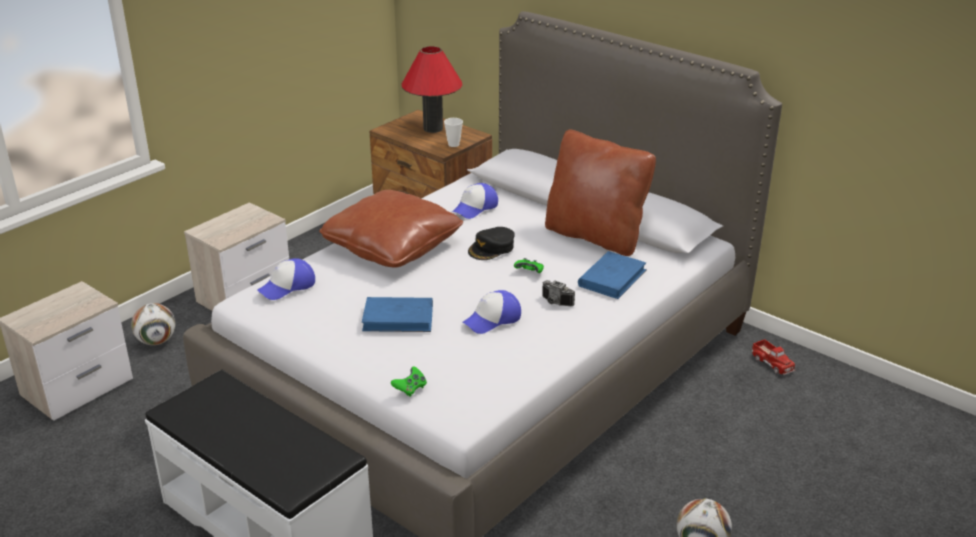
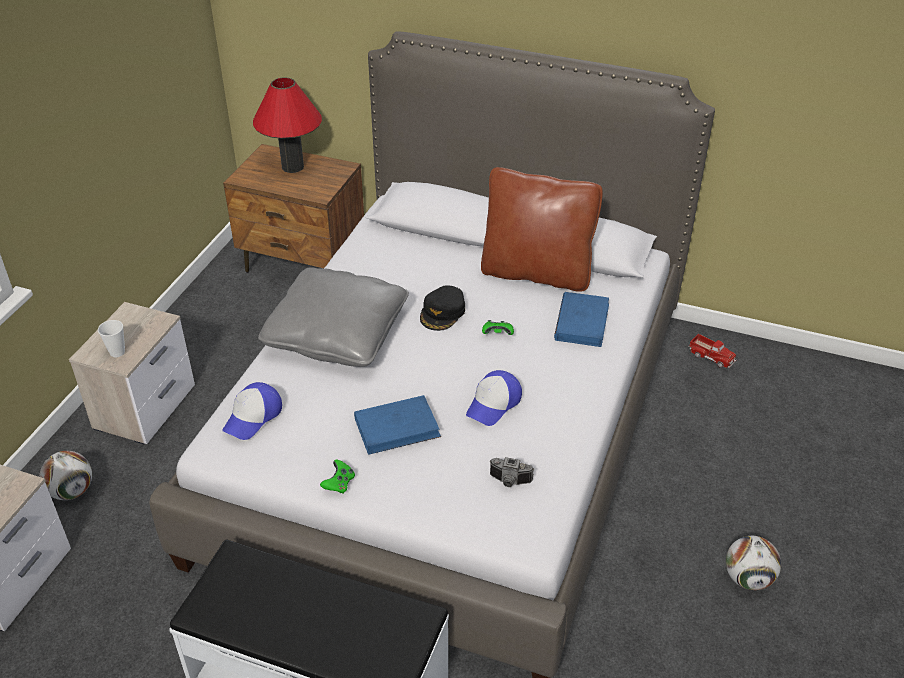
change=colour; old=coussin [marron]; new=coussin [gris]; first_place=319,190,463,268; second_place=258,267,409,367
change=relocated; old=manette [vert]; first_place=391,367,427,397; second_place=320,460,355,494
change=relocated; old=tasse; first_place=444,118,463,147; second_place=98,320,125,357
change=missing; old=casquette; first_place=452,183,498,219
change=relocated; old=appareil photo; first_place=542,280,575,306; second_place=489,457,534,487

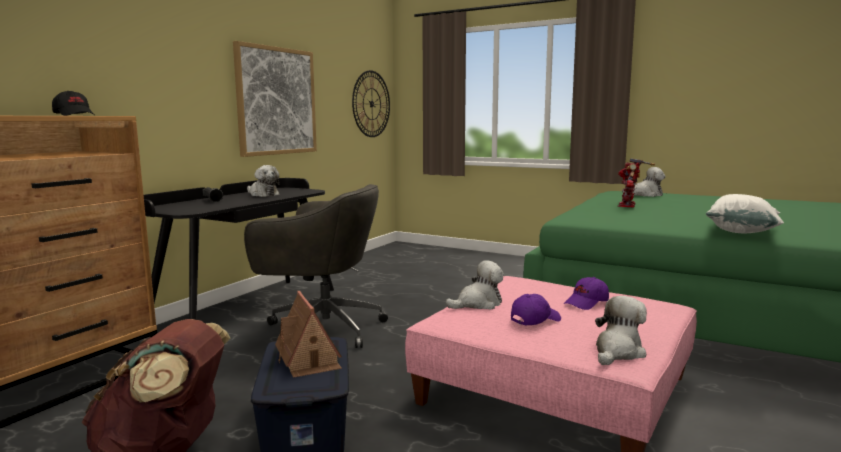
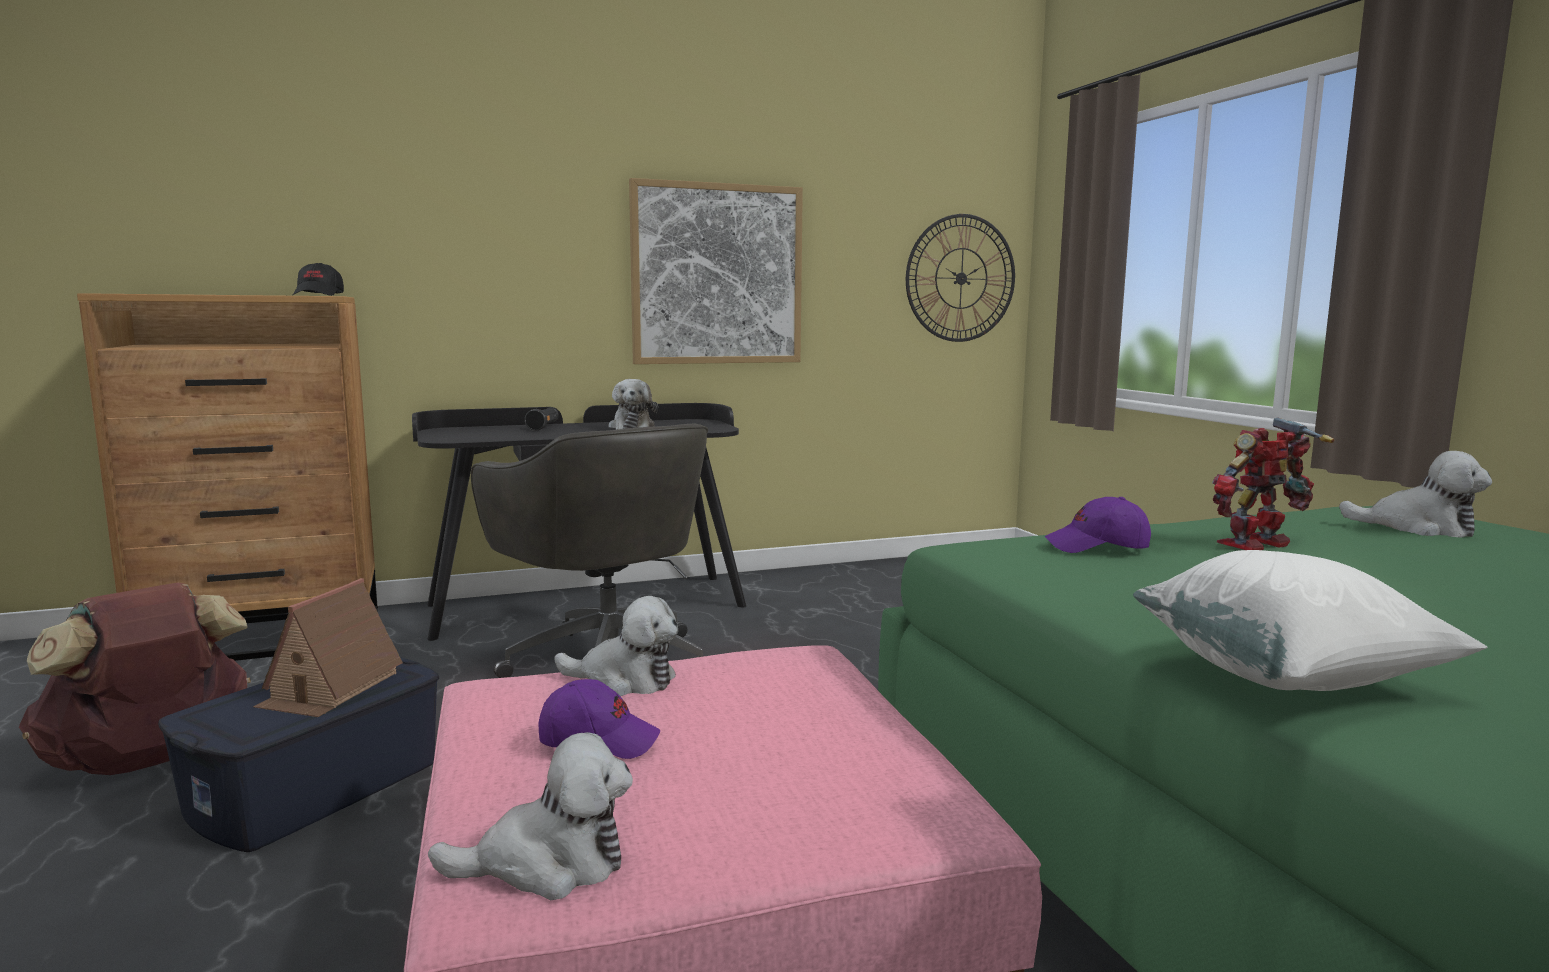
change=relocated; old=casquette [violet]; first_place=564,277,609,310; second_place=1045,497,1151,553

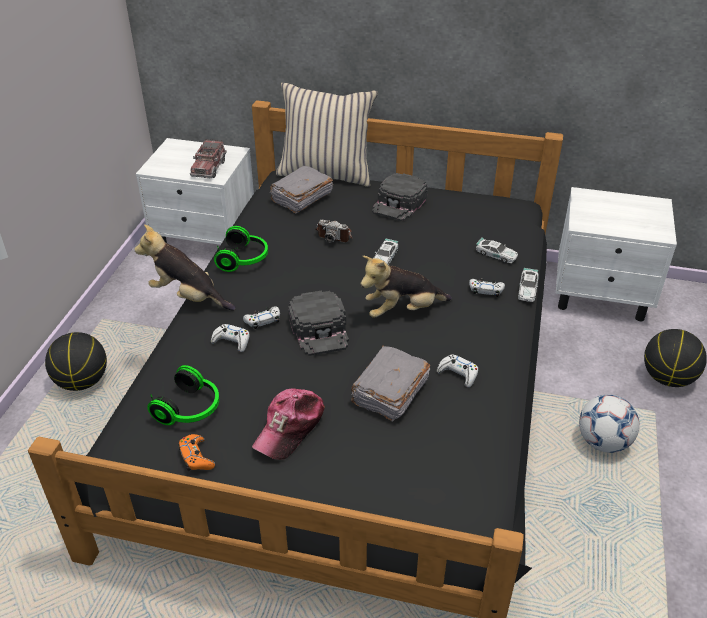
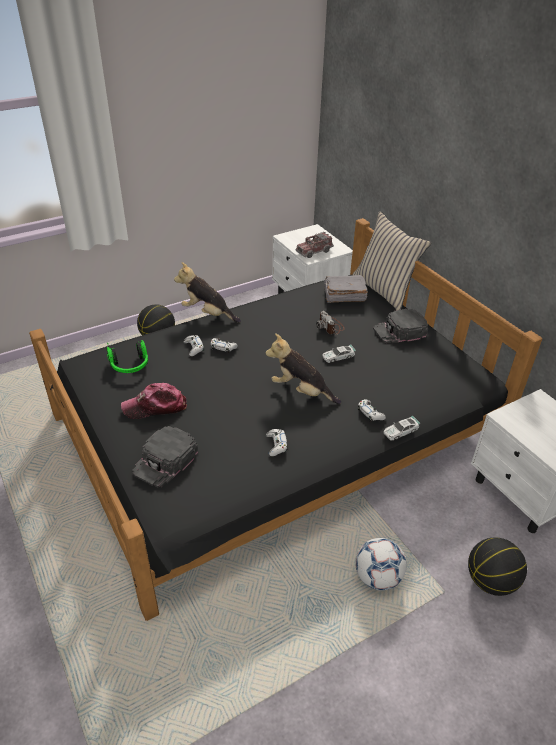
change=spun; old=peluche; first_place=134,224,236,311; second_place=174,262,241,323; degrees=-45
change=missing; old=manette [orange]; first_place=178,434,215,471
change=missing; old=casque audio; first_place=214,226,268,272
change=relocated; old=casquette [noir]; first_place=288,290,349,356; second_place=132,426,198,488
change=missing; old=livre [gris]; first_place=351,346,430,421
change=missing; old=petite voiture; first_place=476,238,518,263

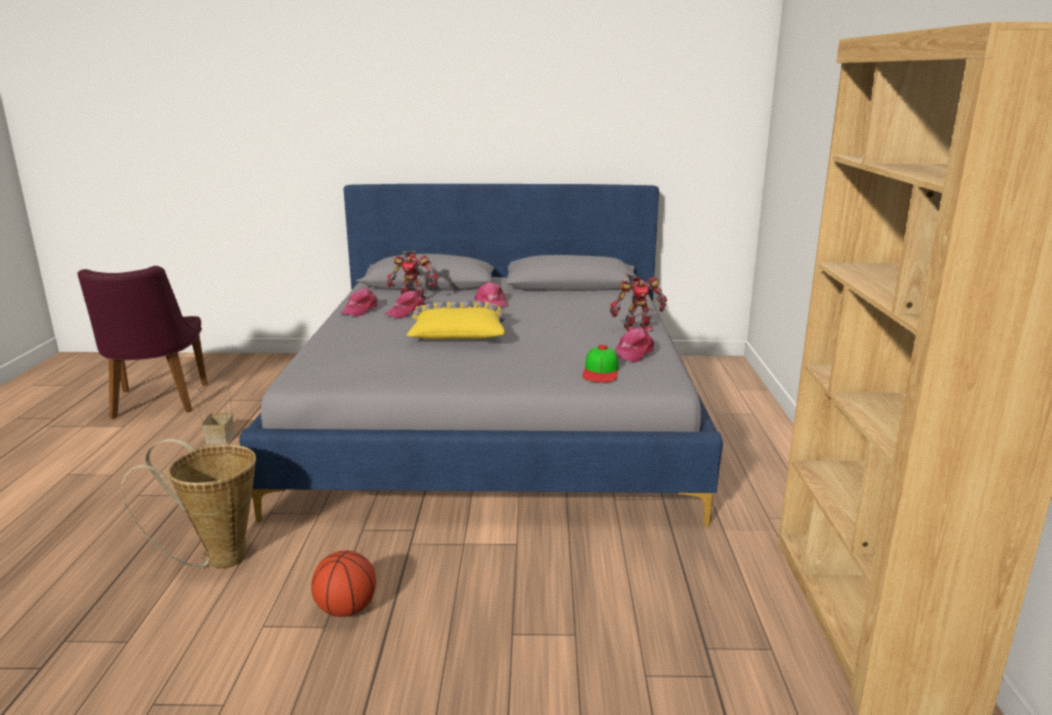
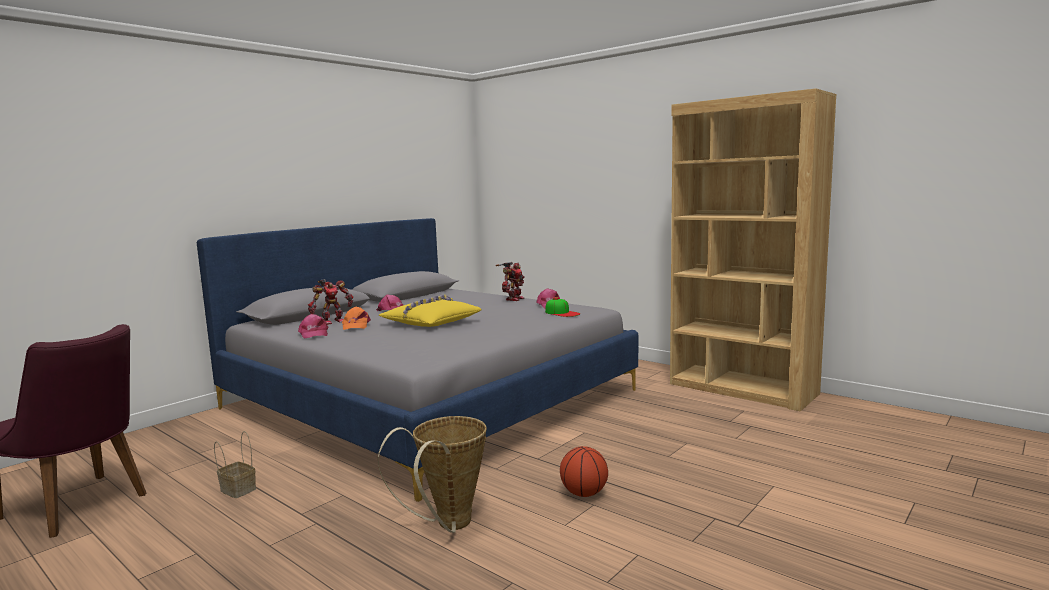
change=colour; old=casquette [rose]; new=casquette [orange]; first_place=385,290,425,319; second_place=342,307,371,330

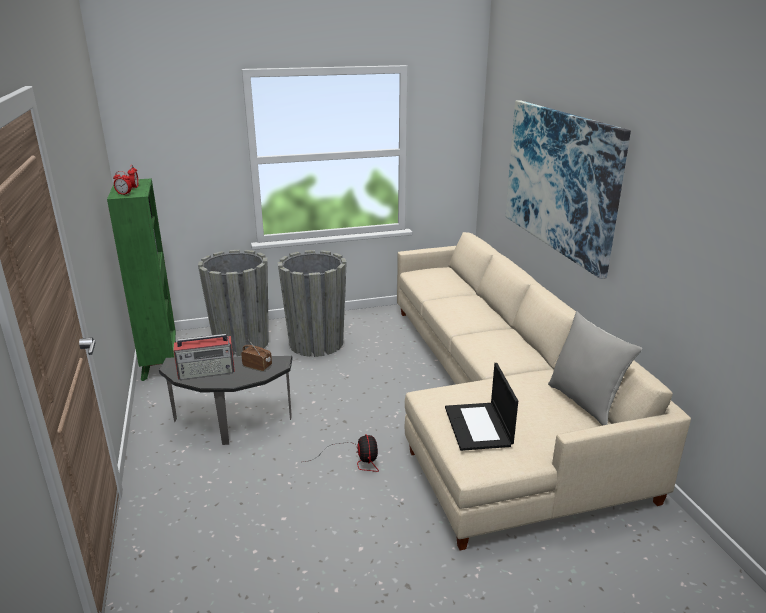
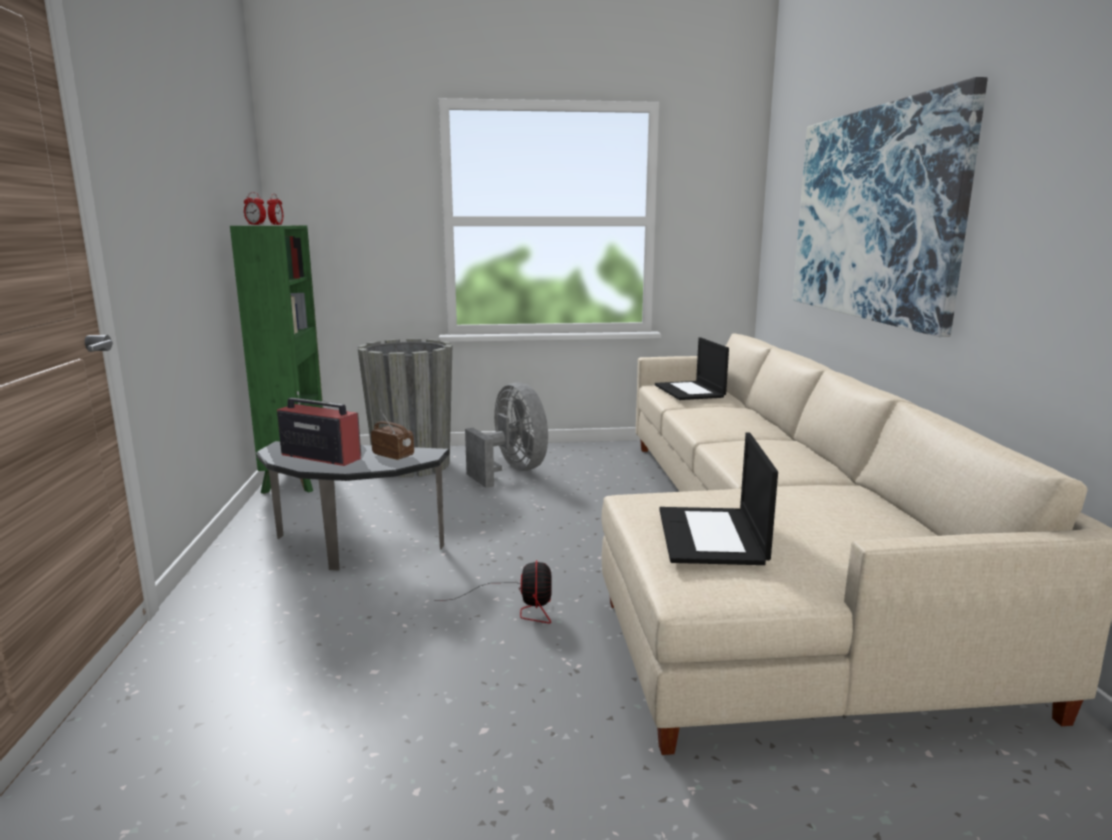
change=spun; old=radio; first_place=173,334,235,380; second_place=277,391,361,466; degrees=-150
change=exchanged; old=cache-pot [gris]; new=ventilateur [gris]; first_place=278,250,347,357; second_place=465,382,548,488
change=missing; old=coussin [gris]; first_place=548,311,642,426
change=appeared; new=ordinateur portable; second_place=655,337,729,400

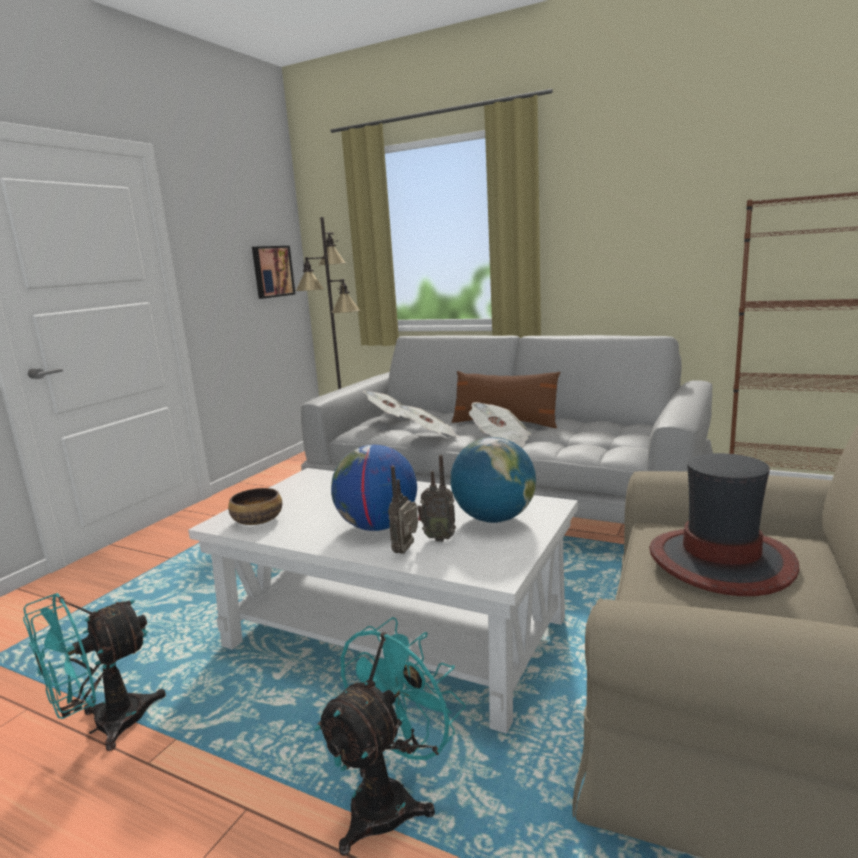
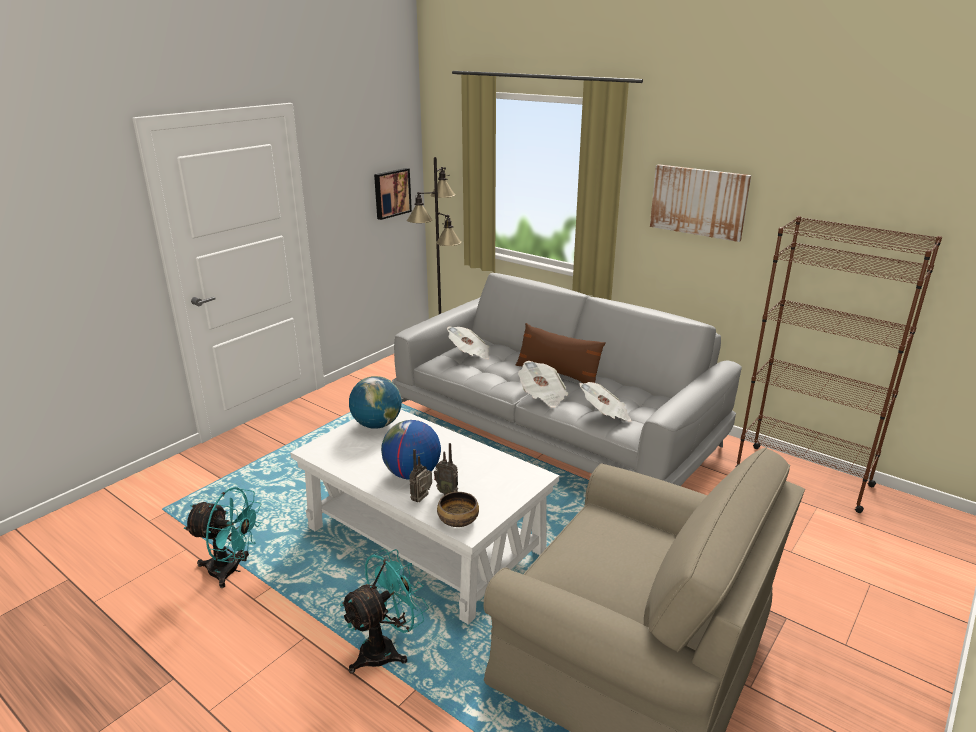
change=spun; old=ventilateur [turquoise]; first_place=23,593,166,751; second_place=184,487,262,588; degrees=-135
change=relocated; old=bol; first_place=228,488,282,525; second_place=437,492,479,527
change=relocated; old=journal; first_place=398,405,459,437; second_place=580,382,631,422
change=relocated; old=globe; first_place=450,437,536,523; second_place=349,376,402,429
change=missing; old=chapeau; first_place=649,453,800,596
change=appeared; new=tableau; second_place=650,164,751,242

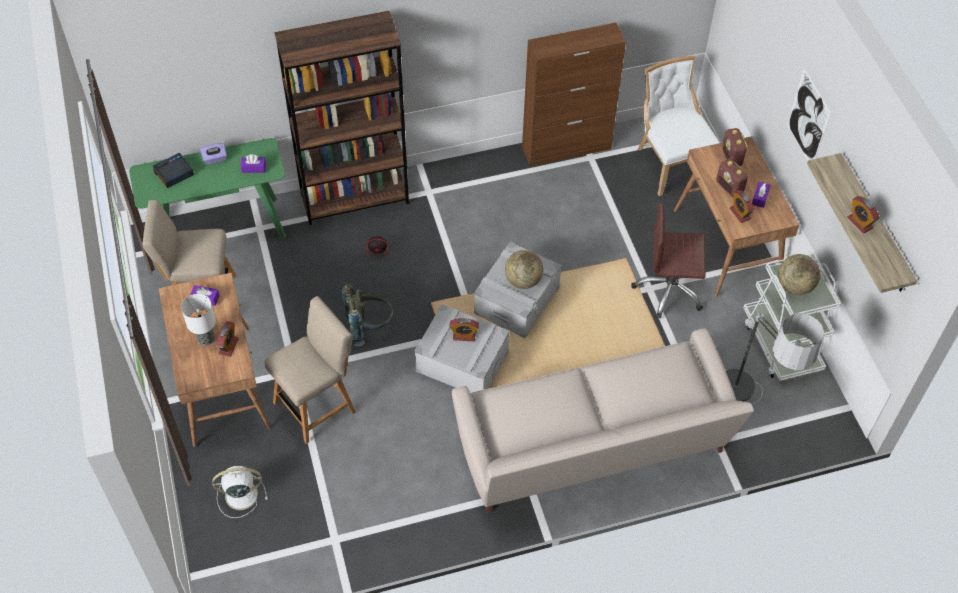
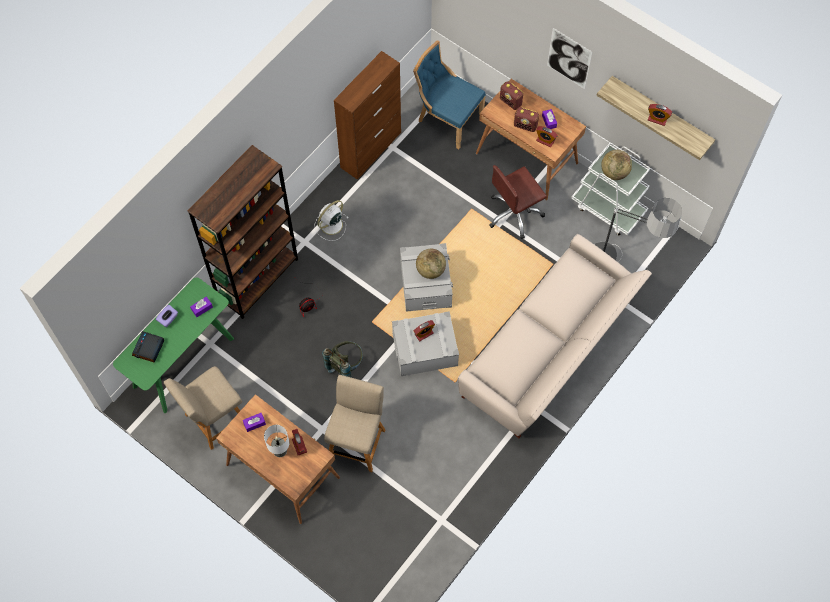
change=relocated; old=ventilateur [blanc]; first_place=212,466,267,518; second_place=314,200,348,241
change=colour; old=chaise [blanc]; new=chaise [bleu]; first_place=638,55,720,196; second_place=413,40,486,149

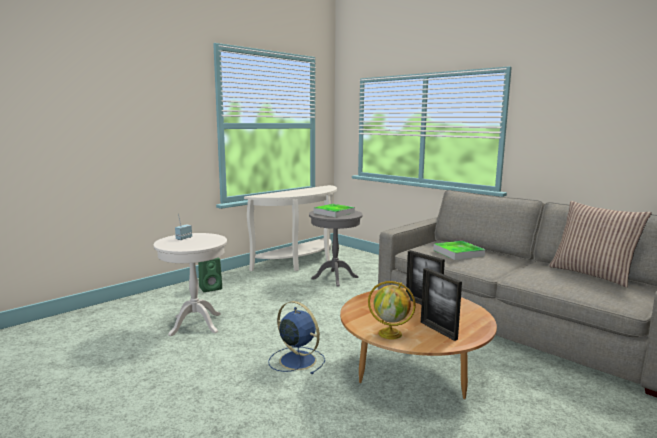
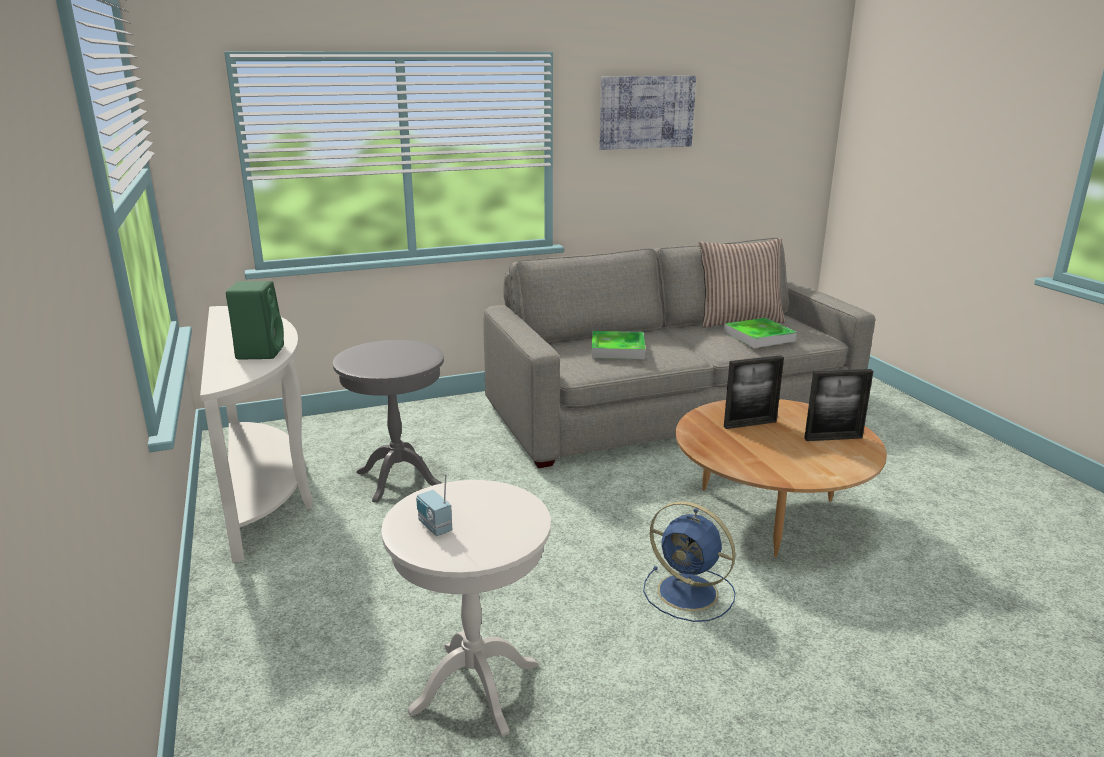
change=relocated; old=enceinte [vert]; first_place=198,257,222,292; second_place=226,281,284,360
change=spun; old=ventilateur [bleu]; first_place=268,301,325,374; second_place=643,501,736,622; degrees=-120
change=relocated; old=plateau; first_place=314,204,355,217; second_place=724,318,797,348
change=missing; old=globe; first_place=368,281,416,340
change=appeared; new=tableau; second_place=600,76,696,150

